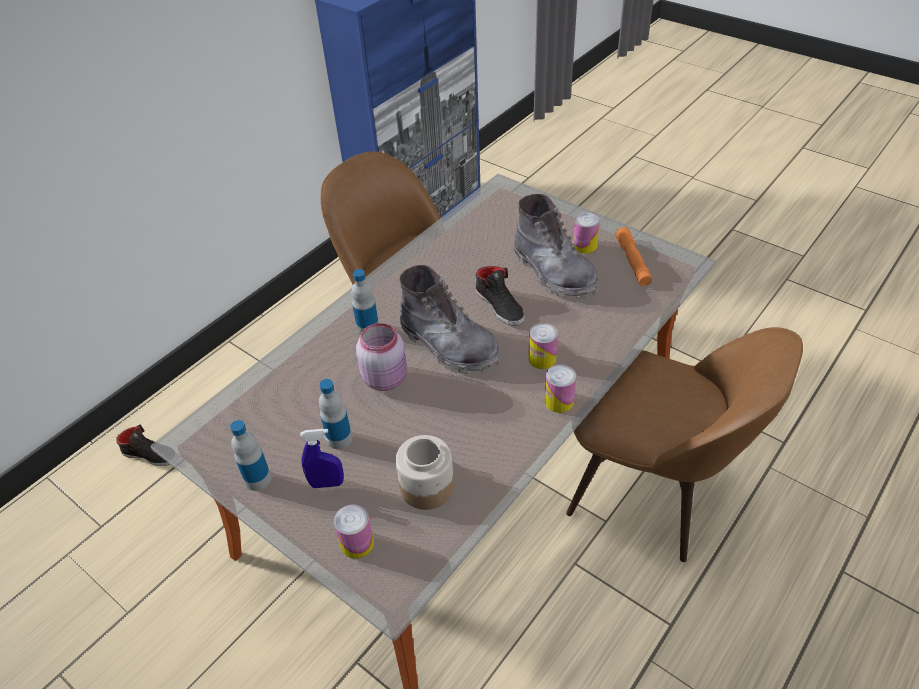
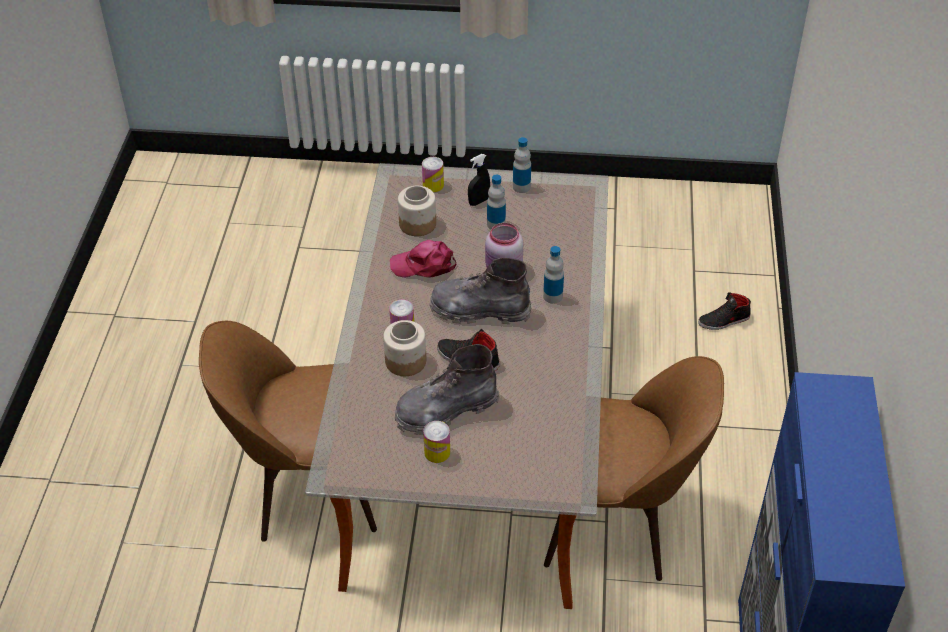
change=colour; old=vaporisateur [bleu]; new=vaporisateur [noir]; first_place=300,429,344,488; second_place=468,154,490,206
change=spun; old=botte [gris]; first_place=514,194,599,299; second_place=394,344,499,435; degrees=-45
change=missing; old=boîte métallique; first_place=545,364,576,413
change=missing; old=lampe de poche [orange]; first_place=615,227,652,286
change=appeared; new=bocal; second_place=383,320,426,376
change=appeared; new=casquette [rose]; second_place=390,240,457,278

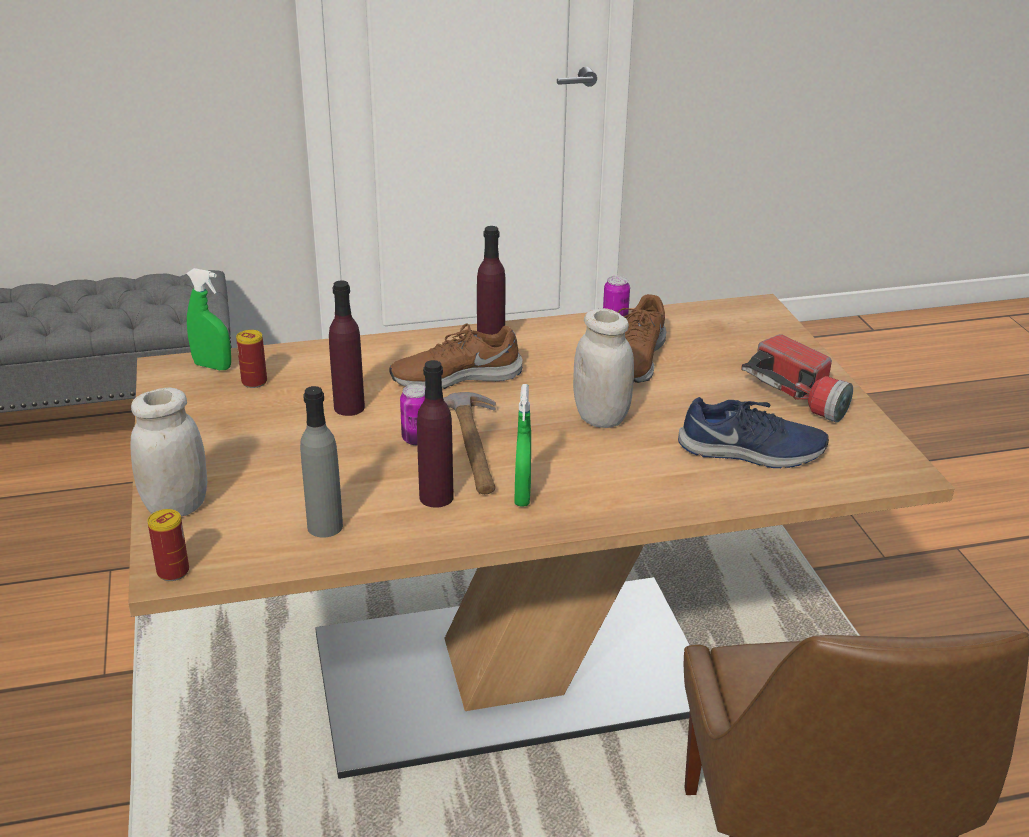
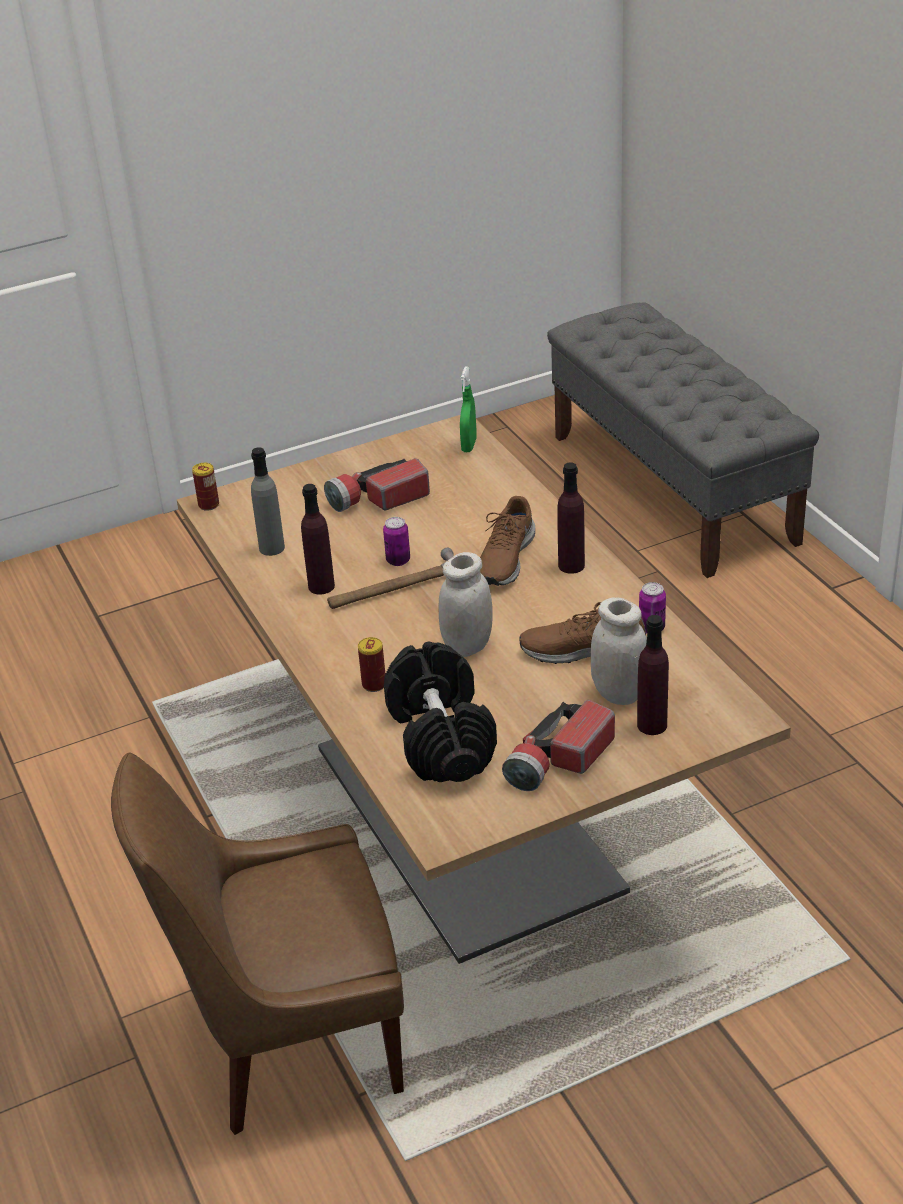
change=relocated; old=bocal [blanc]; first_place=131,388,207,516; second_place=591,597,647,705
change=relocated; old=boîte métallique; first_place=236,330,267,388; second_place=358,637,385,692
change=relocated; old=bouteille [violet]; first_place=329,280,365,416; second_place=637,615,669,735
change=spun; old=chaussure [marron]; first_place=389,323,522,389; second_place=480,496,535,586; degrees=-135
change=missing; old=vaporisateur [vert]; first_place=514,384,531,507
change=exchanged; old=chaussure [bleu]; new=haltère [noir]; first_place=678,397,829,468; second_place=384,642,497,782
change=appeared; new=lampe de poche; second_place=324,458,430,512

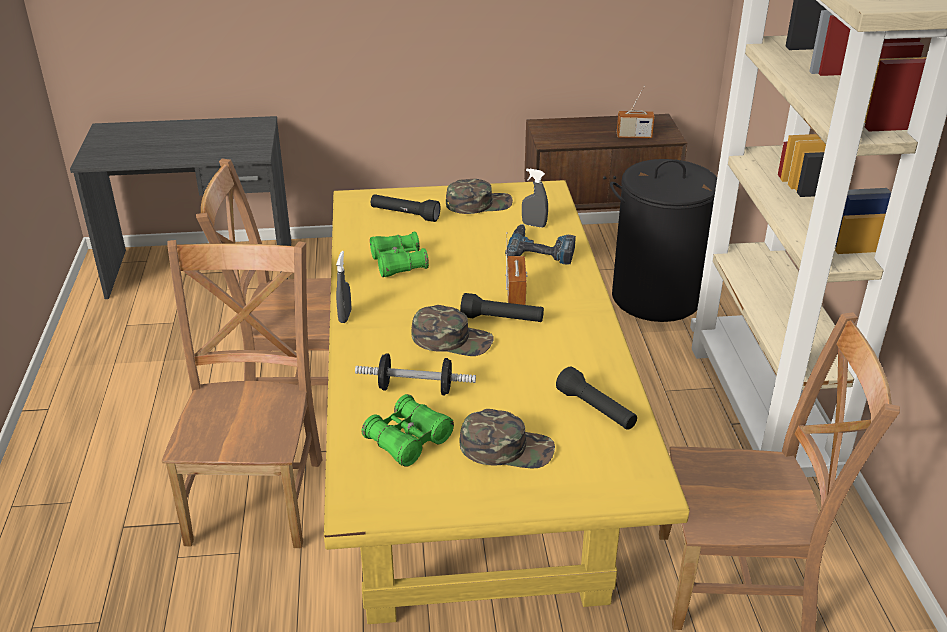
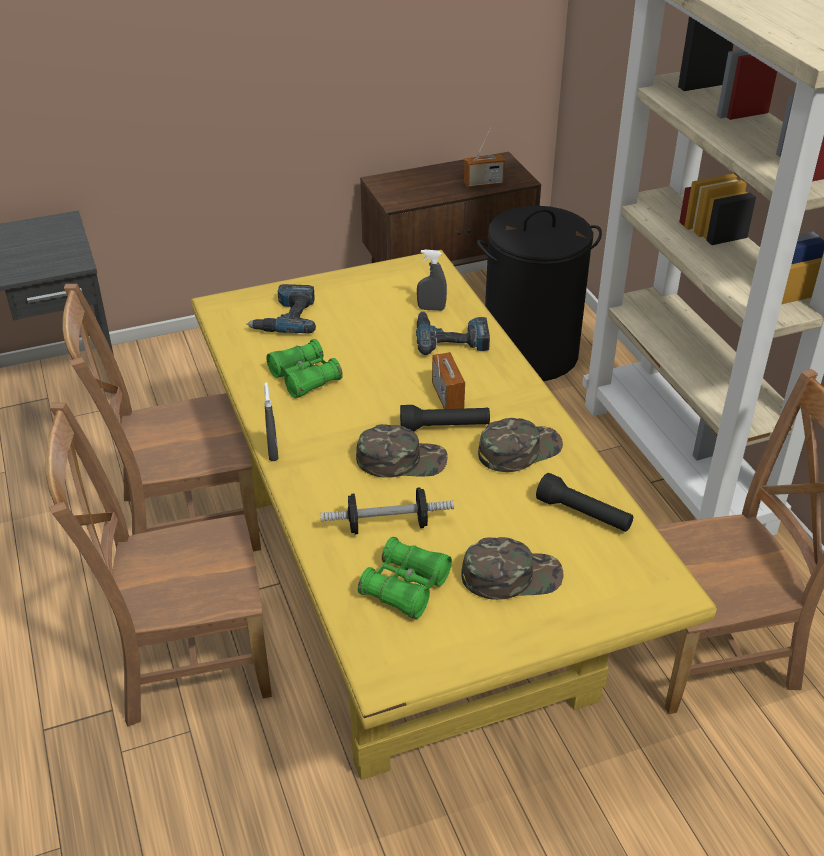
change=spun; old=chaise [marron]; first_place=162,240,322,548; second_place=45,402,272,727; degrees=-90
change=exchanged; old=lampe de poche [noir]; new=perceuse; first_place=371,194,441,222; second_place=246,284,316,333
change=relocated; old=casquette [vert]; first_place=446,179,513,214; second_place=478,418,563,472

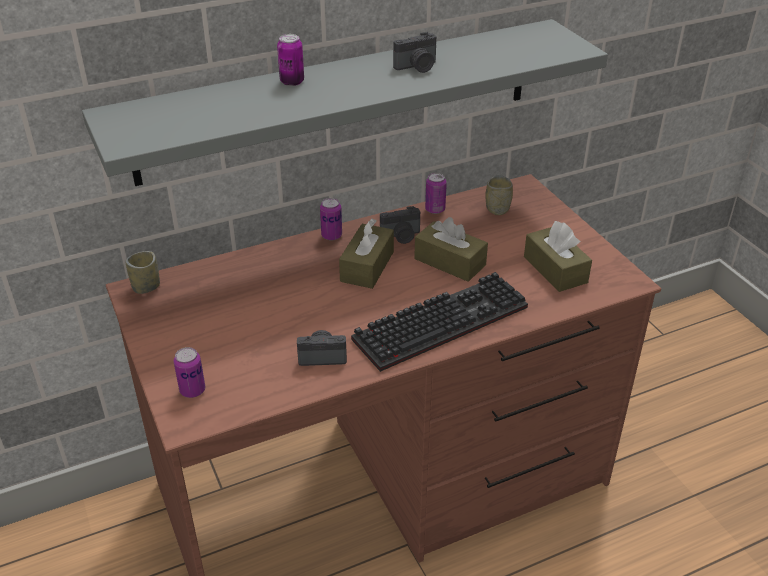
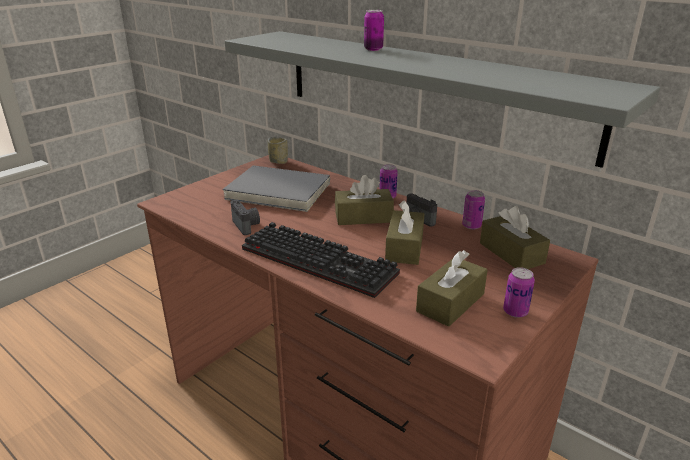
change=relocated; old=boîte métallique; first_place=174,347,205,398; second_place=503,267,535,318
change=missing; old=appareil photo; first_place=393,32,436,73
change=exchanged; old=tasse; new=boîte à mouchoirs [marron]; first_place=485,175,513,215; second_place=480,206,550,269
change=appeared; new=livre [gris]; second_place=222,165,330,212

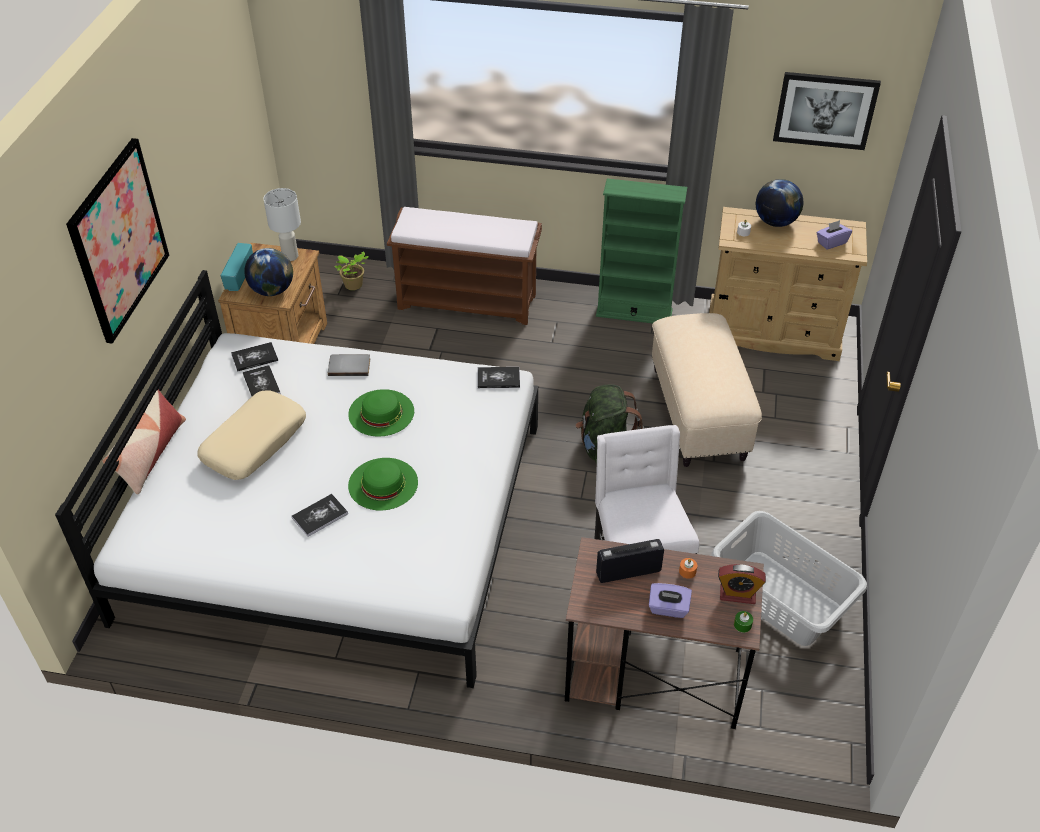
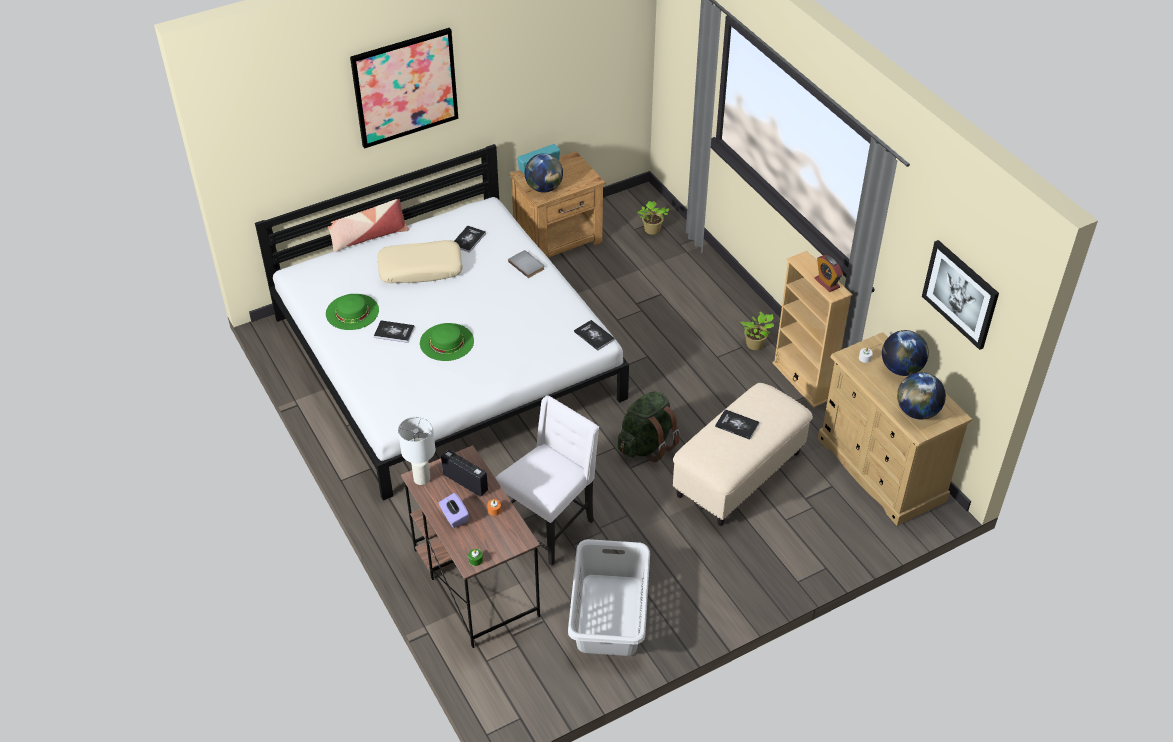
change=relocated; old=livre; first_place=231,342,278,372; second_place=715,409,759,440
change=relocated; old=lampe de table [blanc]; first_place=263,188,301,261; second_place=398,416,435,485
change=relocated; old=chapeau [vert]; first_place=348,389,414,437; second_place=326,294,379,330
change=missing; old=banc [marron]; first_place=387,207,542,325
change=colour; old=bibliothèque [vert]; new=bibliothèque [beige]; first_place=596,178,687,323; second_place=772,251,852,408
change=relocated; old=réveil; first_place=718,564,766,604; second_place=815,255,843,292
change=exchanged; old=boîte à mouchoirs [violet]; new=globe; first_place=817,220,852,250; second_place=897,372,946,420
change=appeared; new=plante en pot; second_place=740,312,774,350

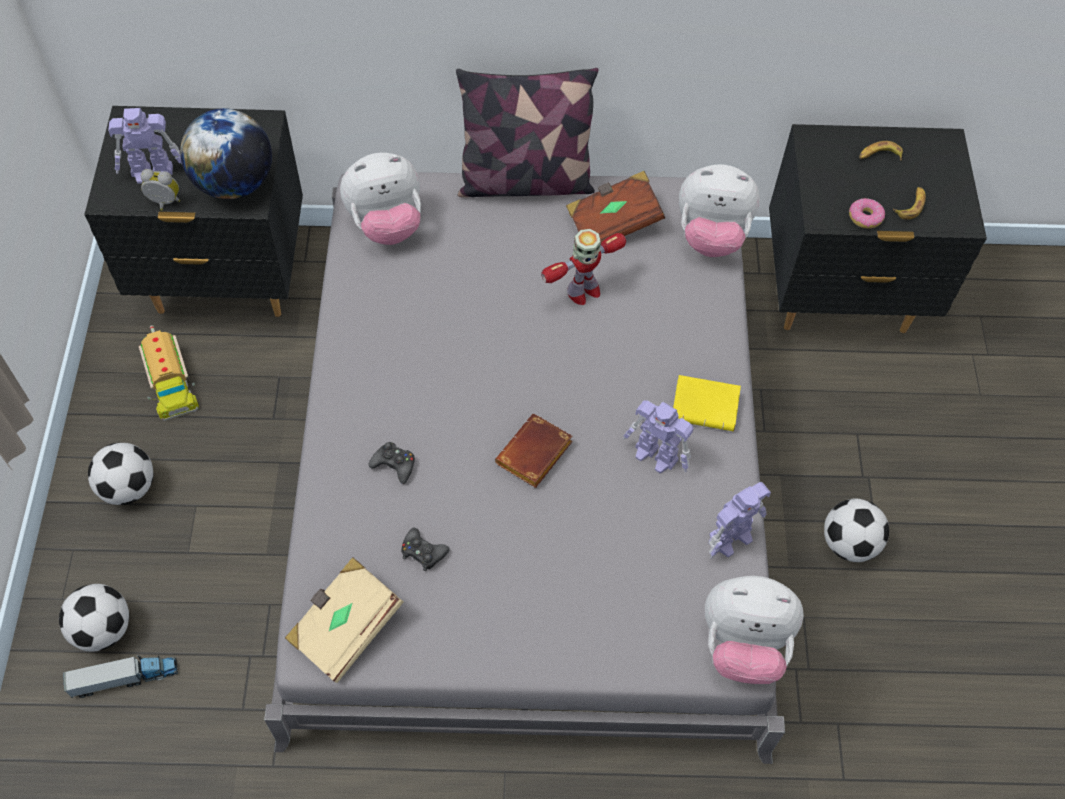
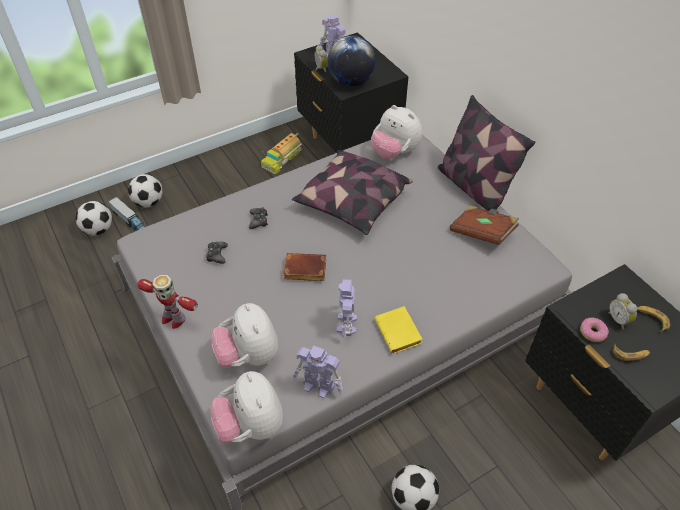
change=relocated; old=ballon de foot; first_place=88,443,153,505; second_place=75,201,112,236
change=missing; old=livre [beige]; first_place=285,557,403,683
change=relocated; old=robot jouet; first_place=541,229,626,305; second_place=137,275,198,329
change=relocated; old=peluche; first_place=679,164,760,257; second_place=211,303,278,368
change=appeared; new=coussin; second_place=292,150,413,235
change=appeared; new=réveil; second_place=608,293,637,330

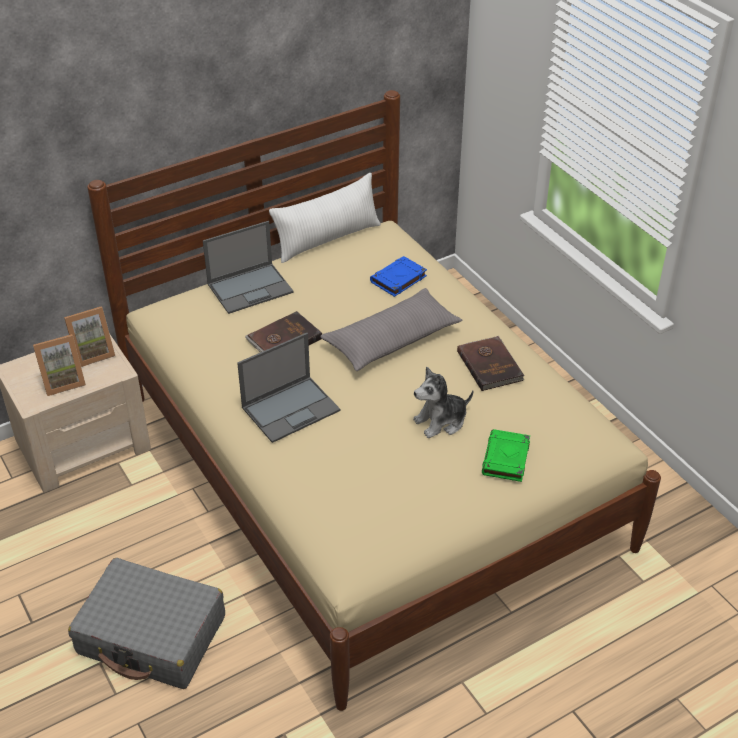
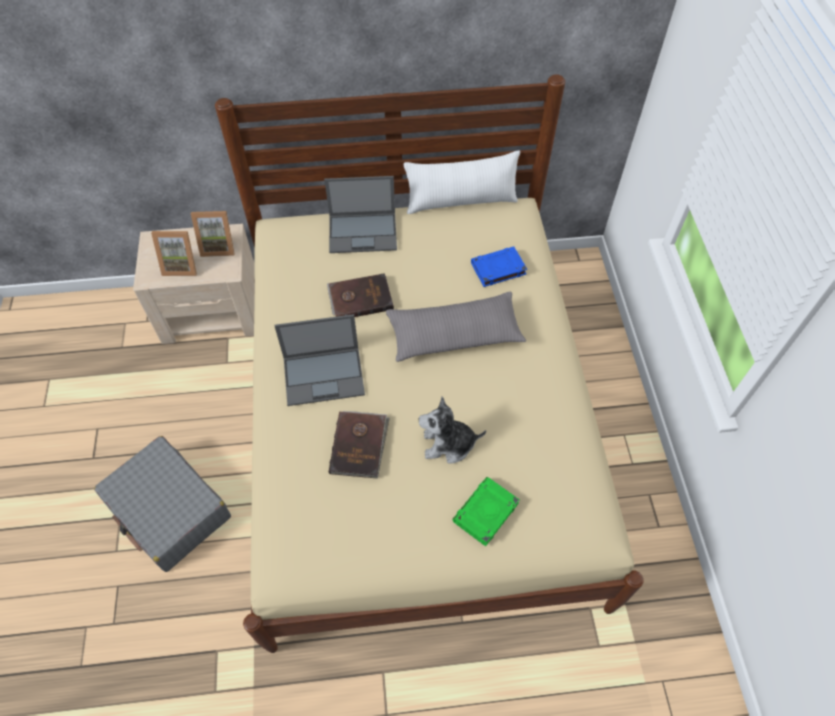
change=relocated; old=livre [marron]; first_place=457,336,525,391; second_place=329,411,390,479

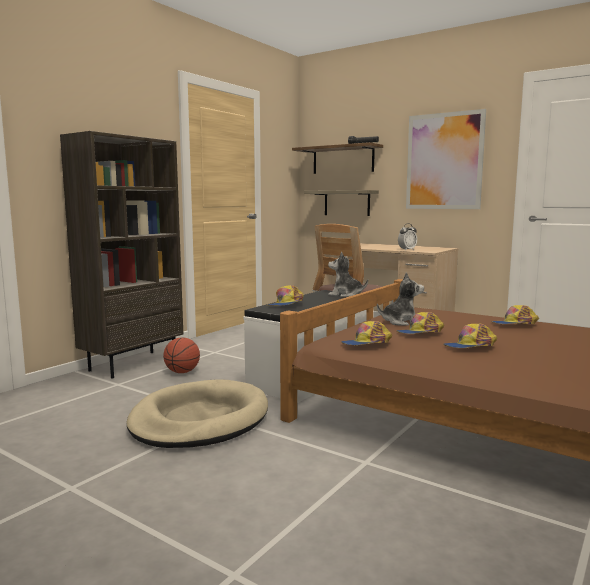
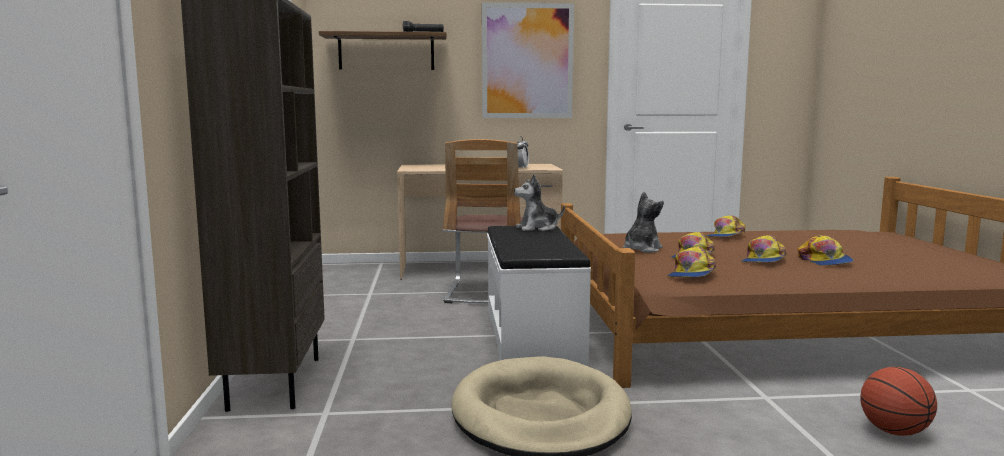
change=relocated; old=ballon de basket; first_place=163,337,200,373; second_place=860,367,937,436
change=relocated; old=casquette; first_place=267,285,304,306; second_place=798,235,854,266
change=missing; old=étagère; first_place=304,190,379,216

